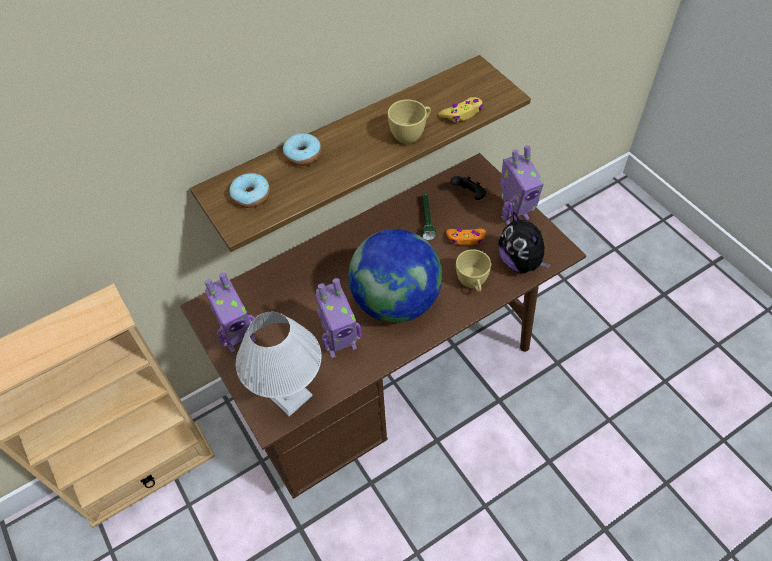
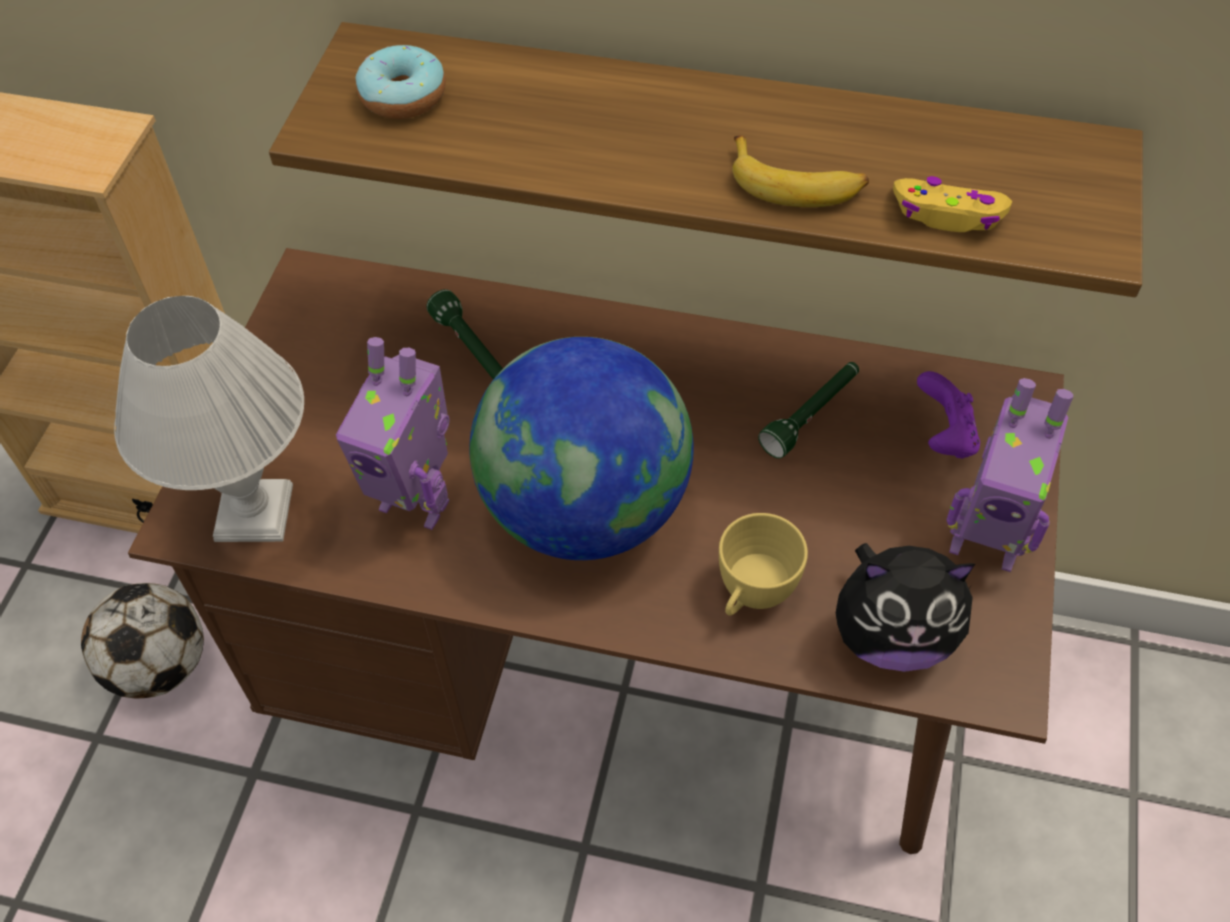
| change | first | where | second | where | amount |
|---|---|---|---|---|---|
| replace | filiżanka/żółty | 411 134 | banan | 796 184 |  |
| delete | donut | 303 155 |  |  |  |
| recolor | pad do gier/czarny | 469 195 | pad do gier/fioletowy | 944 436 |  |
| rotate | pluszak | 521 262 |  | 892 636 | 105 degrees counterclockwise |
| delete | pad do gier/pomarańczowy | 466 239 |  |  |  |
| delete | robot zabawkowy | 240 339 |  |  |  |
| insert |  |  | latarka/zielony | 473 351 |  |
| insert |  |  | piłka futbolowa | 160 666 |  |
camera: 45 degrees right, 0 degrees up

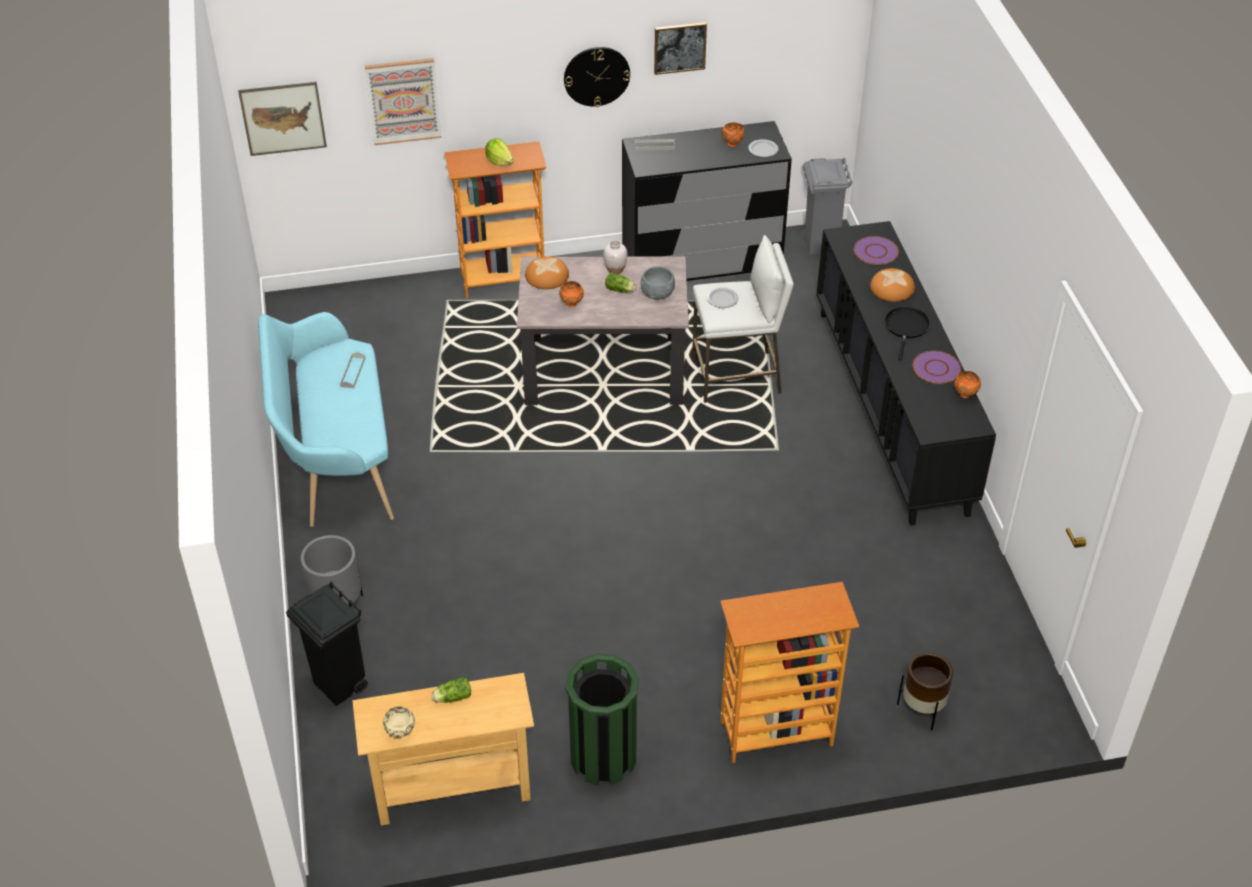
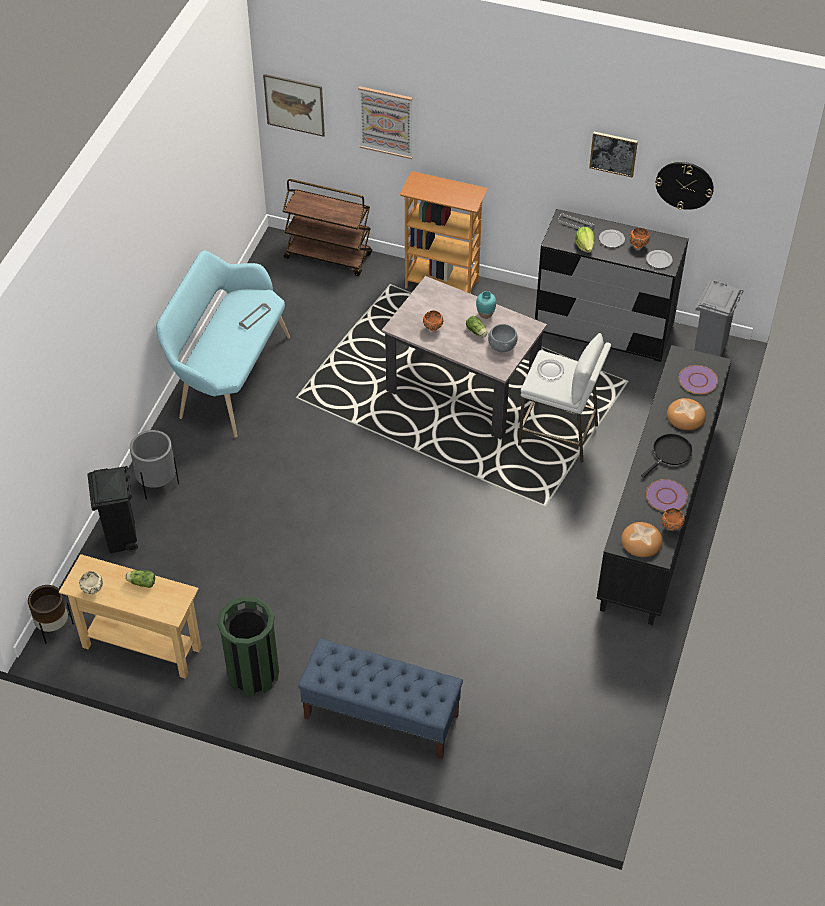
| change | first | where | second | where | amount |
|---|---|---|---|---|---|
| move | zegar ścienny | 596 76 |  | 684 185 |  |
| move | sałata | 499 161 |  | 585 246 |  |
| recolor | wazon/biały | 615 270 | wazon/turkusowy | 485 314 |  |
| move | chleb | 547 276 |  | 641 541 |  |
| replace | regał | 776 734 | ławka/niebieski | 380 716 |  |
| move | donica/brązowy | 922 710 |  | 53 628 |  |
| insert |  |  | wózek/brązowy | 329 256 |  |
| insert |  |  | talerz | 612 239 |  |
camera: 30 degrees right, 5 degrees up

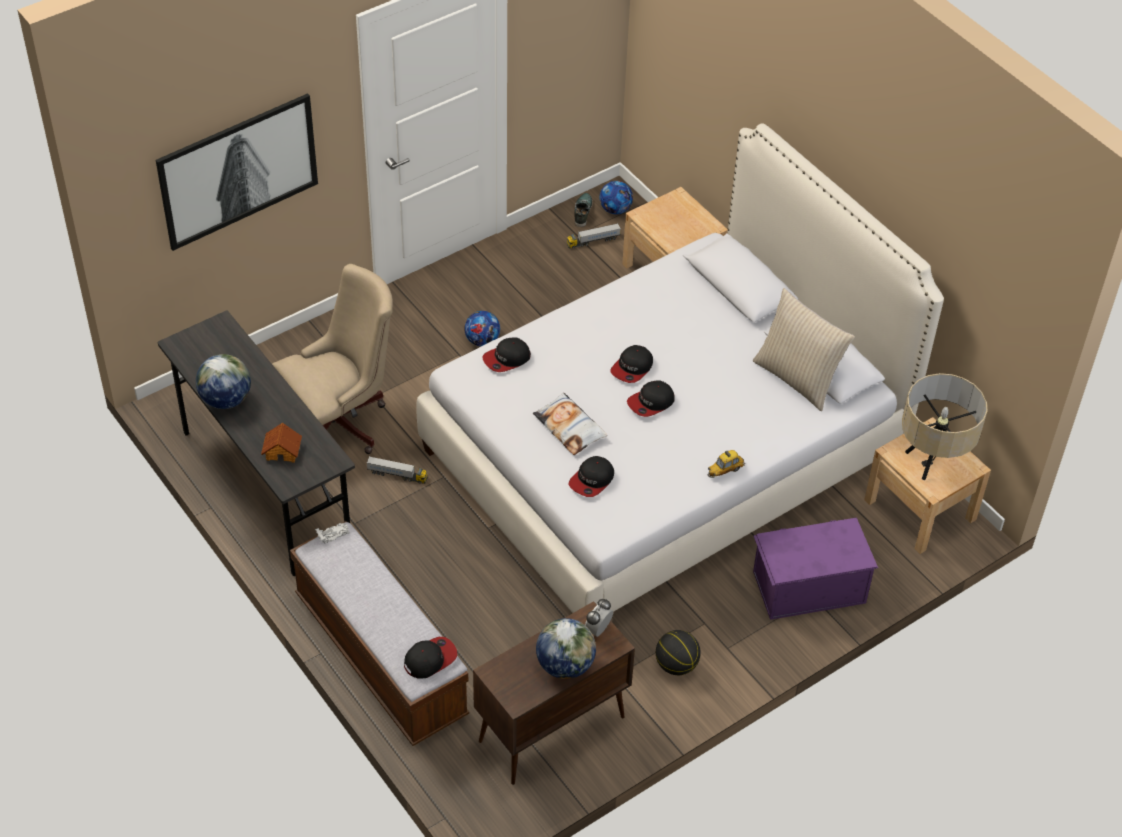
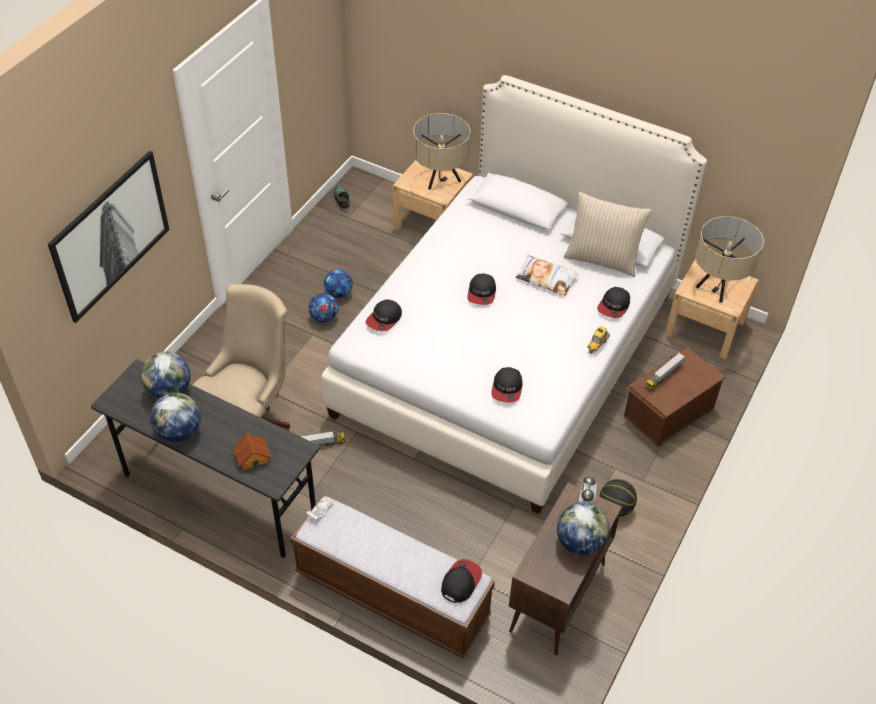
| change | first | where | second | where | amount |
|---|---|---|---|---|---|
| move | piłka futbolowa | 615 210 |  | 338 293 |  |
| move | ciężarówka zabawkowa | 593 241 |  | 663 376 |  |
| move | czapka z daszkiem | 651 402 |  | 614 306 |  |
| move | poduszka | 570 428 |  | 546 278 |  |
| recolor | pojemnik do przechowywania/fioletowy | 808 586 | pojemnik do przechowywania/brązowy | 667 411 |  |
| insert |  |  | lampa stołowa/beżowy | 440 181 |  |
| insert |  |  | globus | 169 391 |  |
camera: 25 degrees left, 0 degrees up

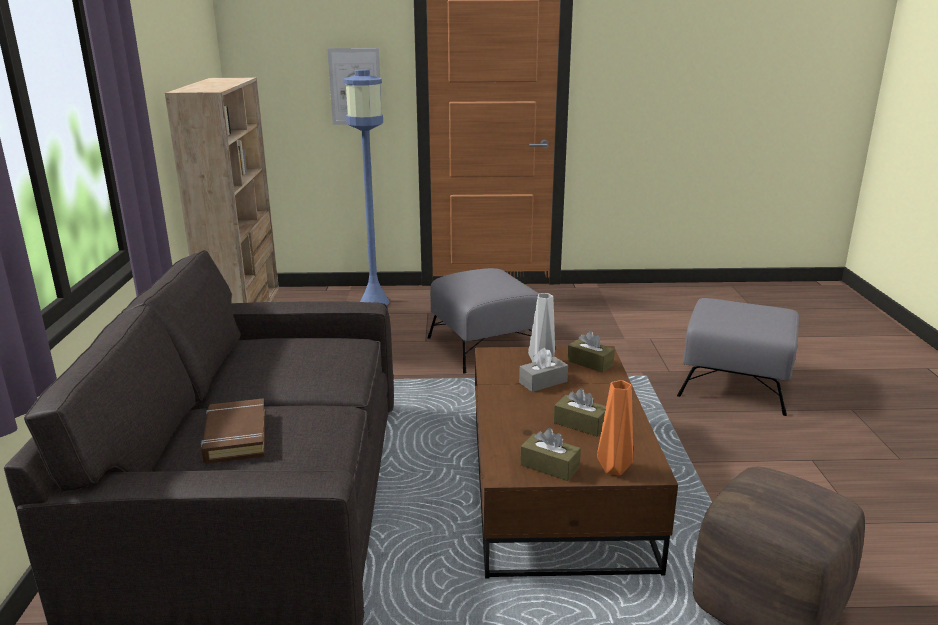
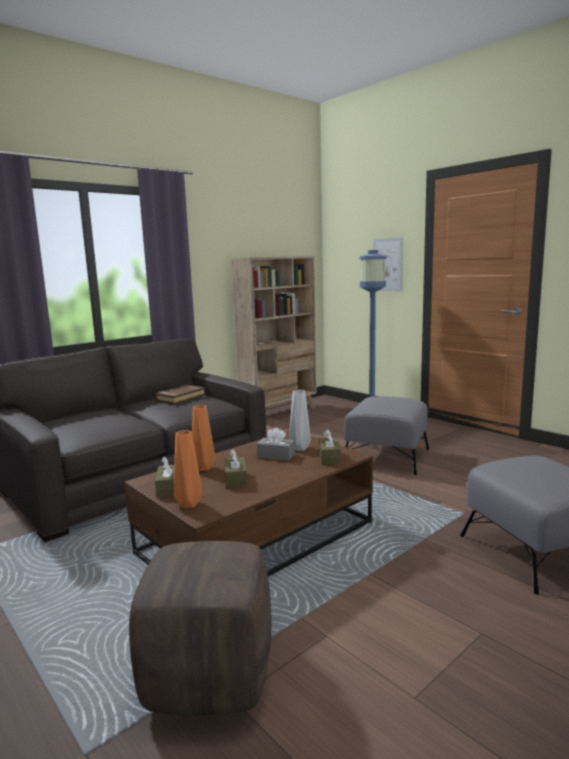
| change | first | where | second | where | amount |
|---|---|---|---|---|---|
| move | książka/brązowy | 235 437 |  | 180 398 |  |
| insert |  |  | wazon/pomarańczowy | 204 468 |  |
camera: 50 degrees right, 10 degrees down

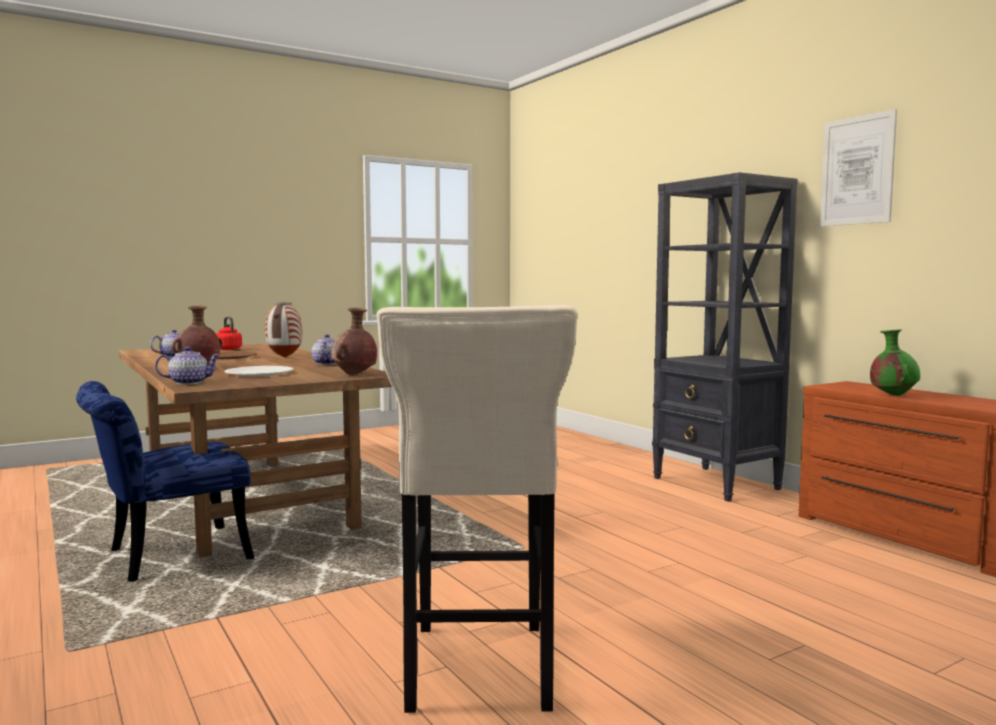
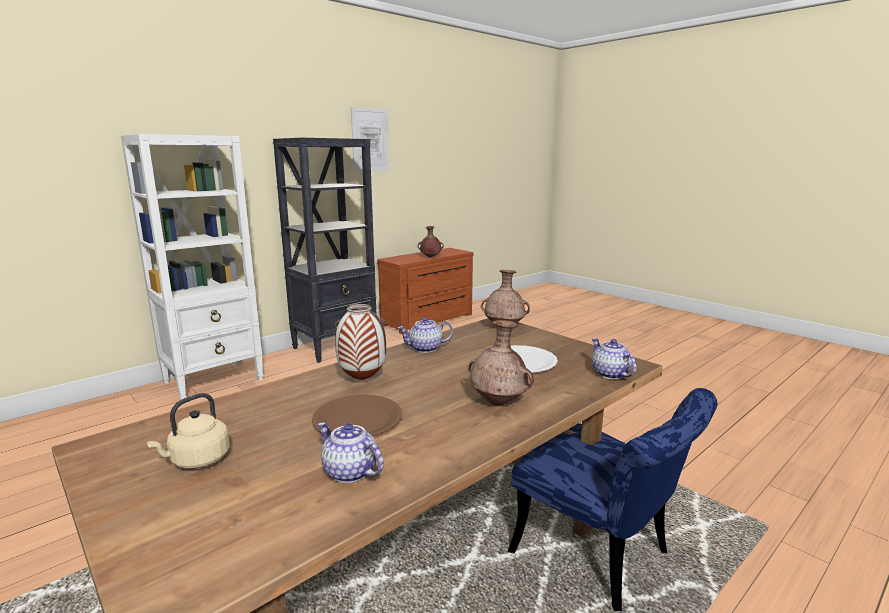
| change | first | where | second | where | amount |
|---|---|---|---|---|---|
| delete | stołek/beżowy | 478 672 |  |  |  |
| recolor | czajnik/czerwony | 227 349 | czajnik/beżowy | 197 460 |  |
| recolor | wazon/zielony | 892 395 | wazon/brązowy | 430 257 |  |
| insert |  |  | regał/biały | 214 381 |  |
camera: 100 degrees left, 10 degrees up

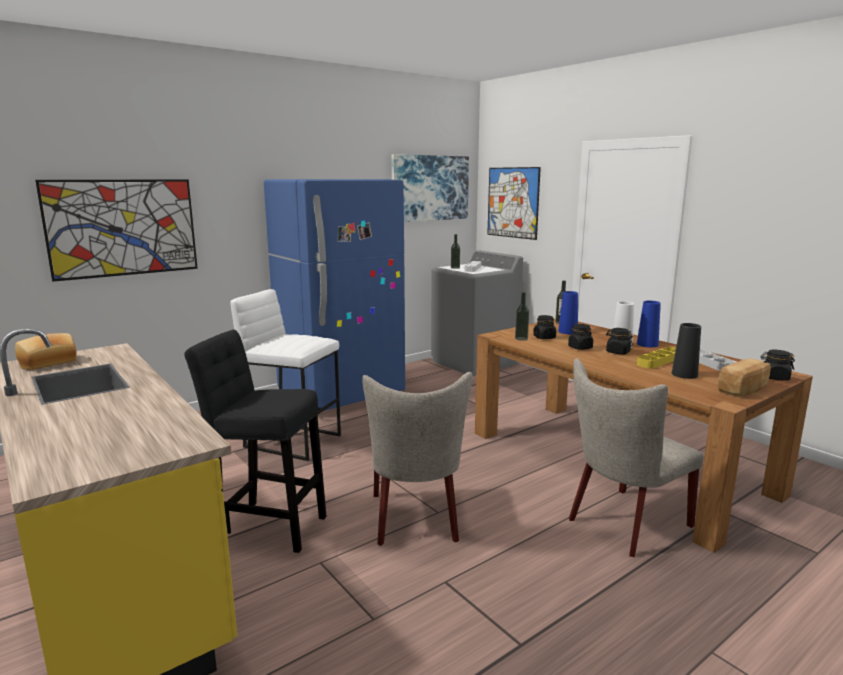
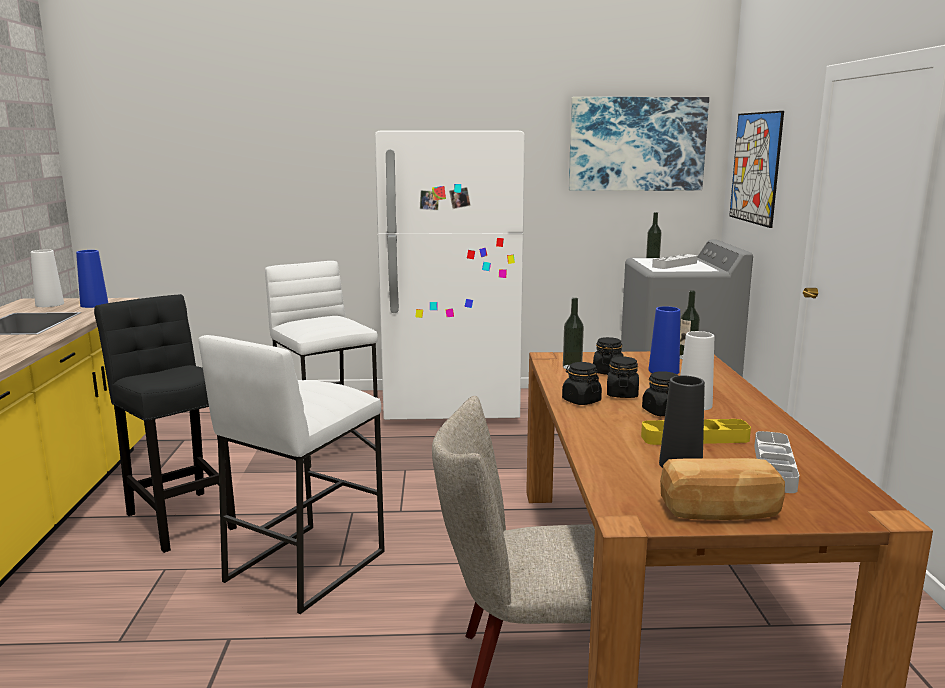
| change | first | where | second | where | amount |
|---|---|---|---|---|---|
| delete | obraz | 123 228 |  |  |  |
| recolor | lodówka/niebieski | 341 394 | lodówka/biały | 451 407 |  |
| move | wazon/niebieski | 647 344 |  | 94 305 |  |
| replace | chleb | 48 363 | wazon/biały | 49 304 |  |
| move | słoik/czarny | 774 377 |  | 581 401 |  |
| replace | krzesło/beżowy | 416 520 | stołek/biały | 305 565 |  |
camera: 35 degrees right, 0 degrees up

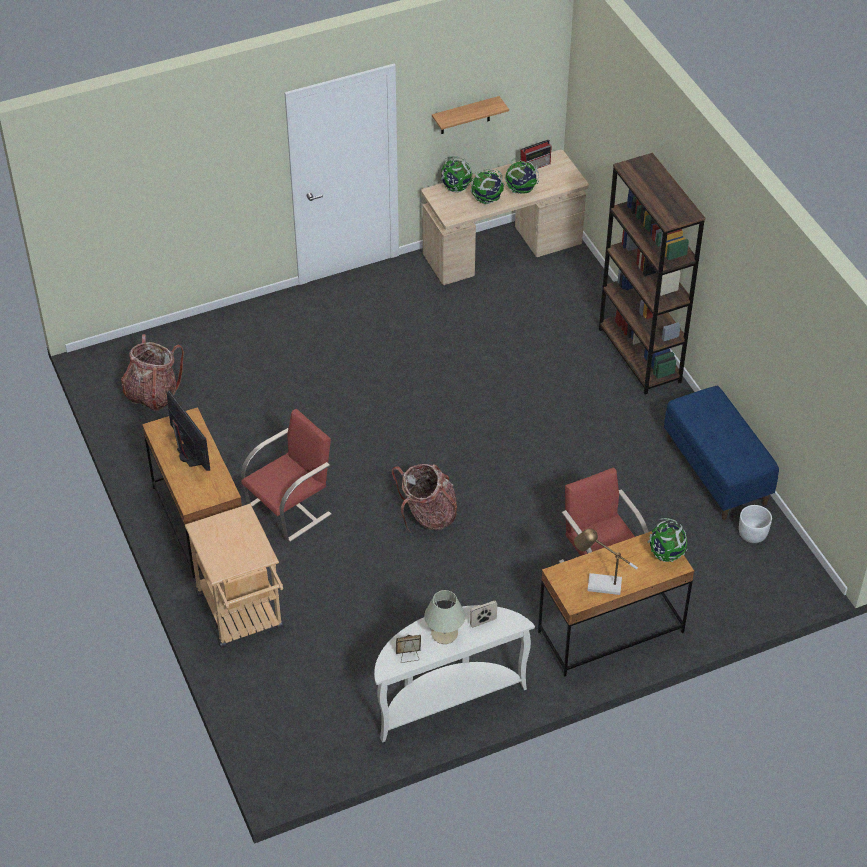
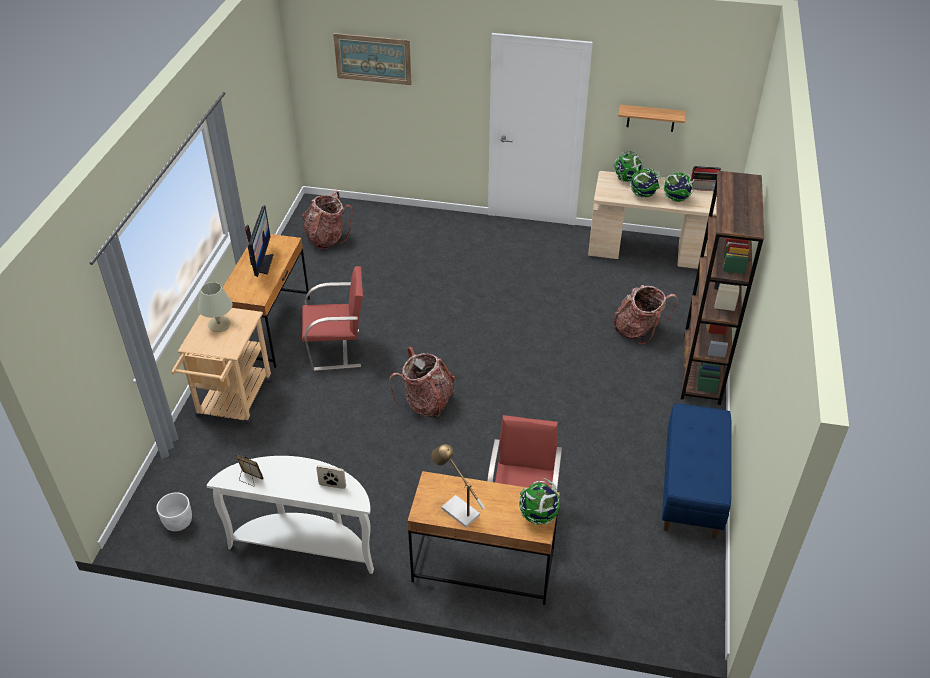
| change | first | where | second | where | amount |
|---|---|---|---|---|---|
| move | donica/biały | 752 534 |  | 178 521 |  |
| move | lampa stołowa/beżowy | 444 634 |  | 219 325 |  |
| insert |  |  | obraz | 373 58 |  |
| insert |  |  | plecak | 638 330 |  |
camera: 35 degrees right, 5 degrees down

